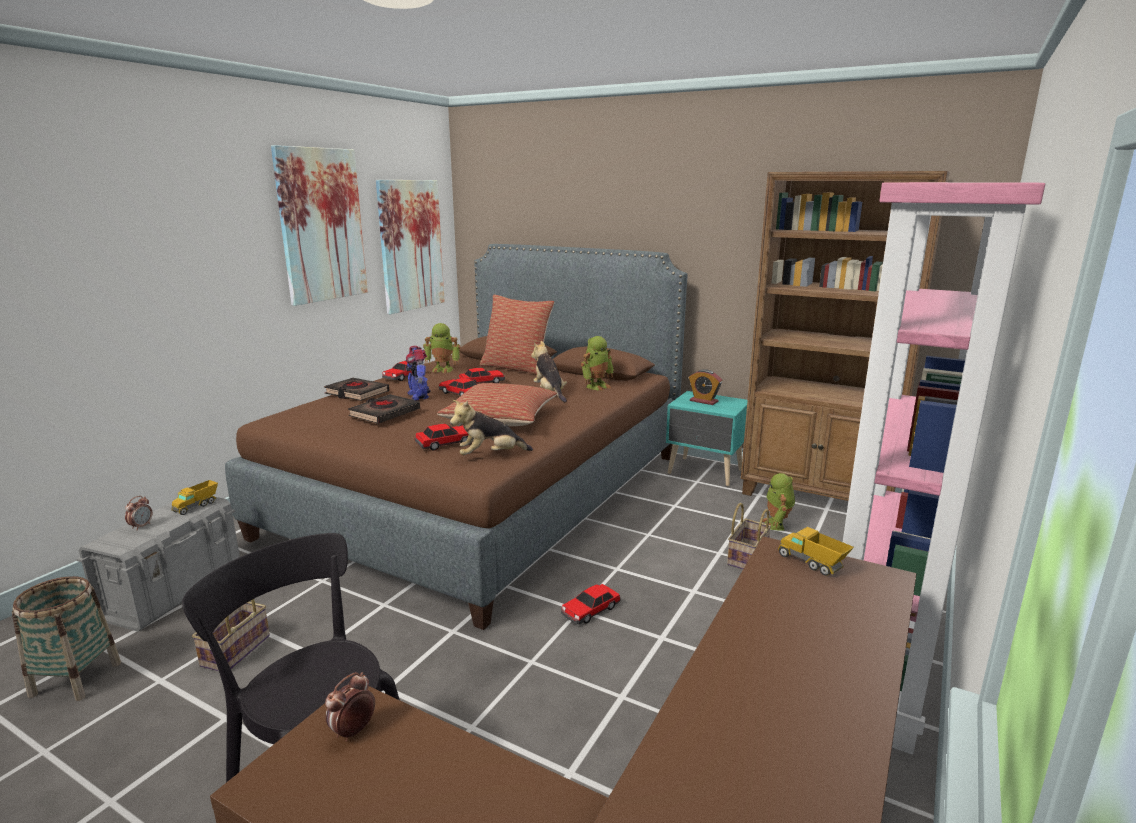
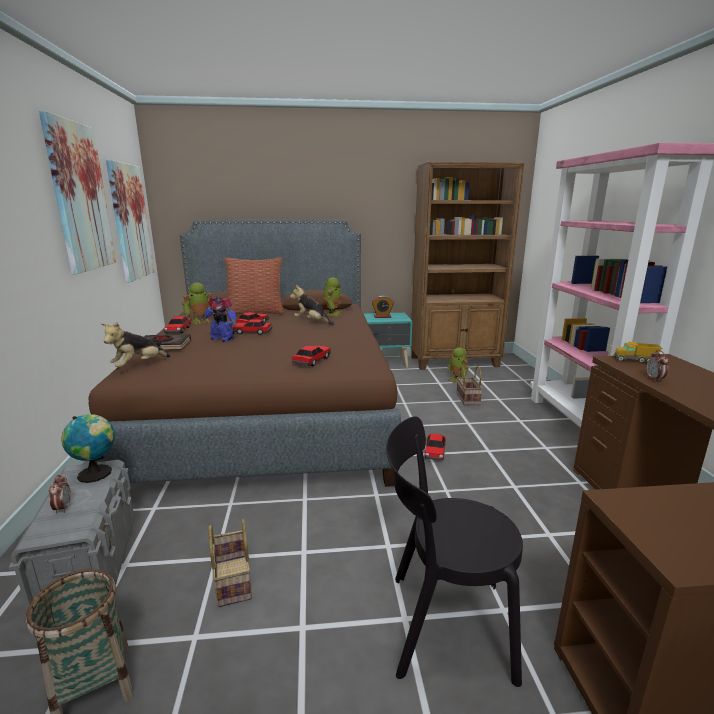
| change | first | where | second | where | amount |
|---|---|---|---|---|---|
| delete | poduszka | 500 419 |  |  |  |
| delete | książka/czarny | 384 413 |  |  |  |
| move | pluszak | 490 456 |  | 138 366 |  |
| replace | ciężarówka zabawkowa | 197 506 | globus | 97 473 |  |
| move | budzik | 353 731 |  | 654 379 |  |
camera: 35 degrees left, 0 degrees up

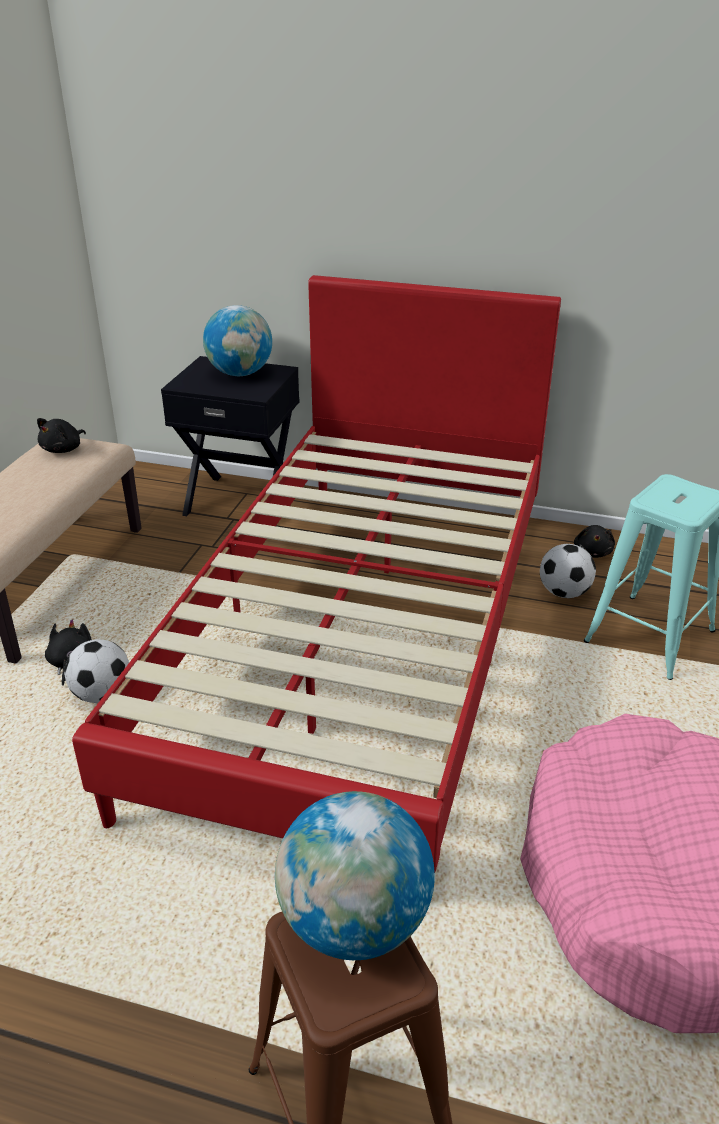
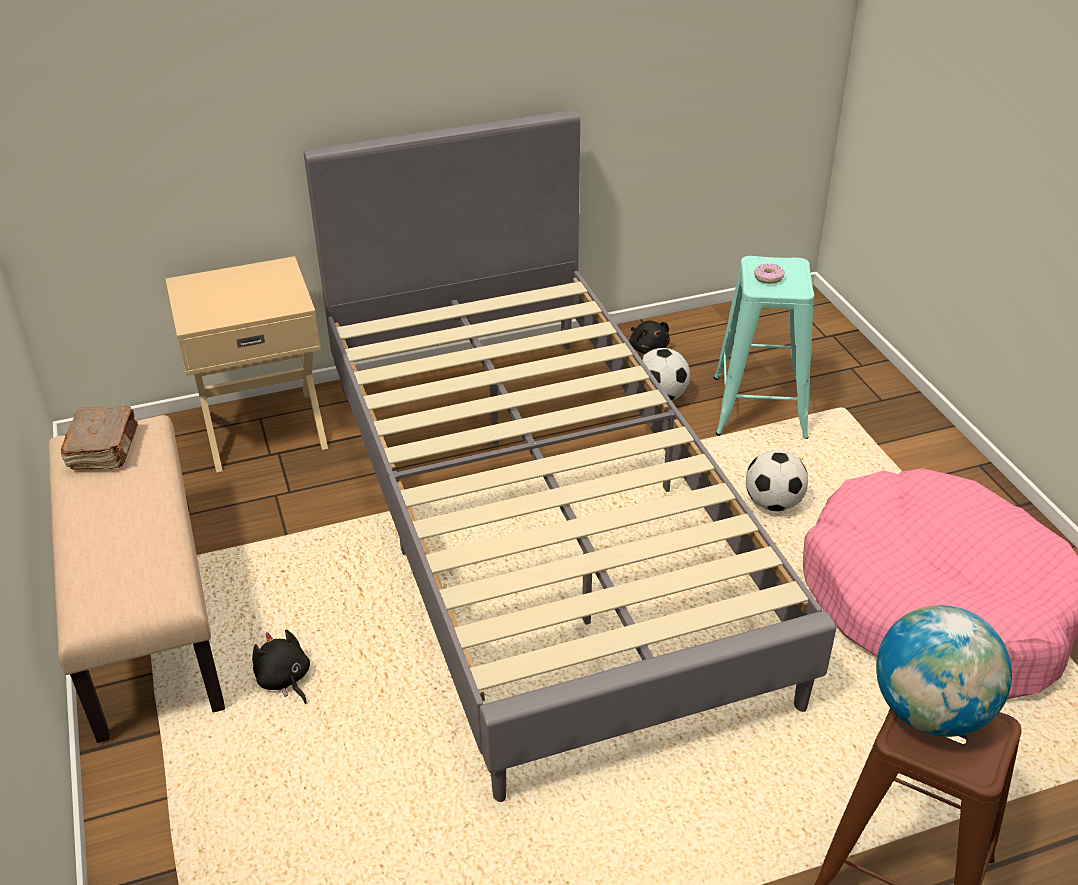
| change | first | where | second | where | amount |
|---|---|---|---|---|---|
| recolor | łóżko/czerwony | 360 643 | łóżko/szary | 539 523 |  |
| delete | globus | 240 373 |  |  |  |
| recolor | szafka nocna/czarny | 242 500 | szafka nocna/beżowy | 264 428 |  |
| replace | pluszak/czarny | 63 449 | książka/brązowy | 104 449 |  |
| move | piłka futbolowa | 102 694 |  | 772 503 |  |
| insert |  |  | donut | 768 278 |  |
camera: 35 degrees left, 5 degrees up

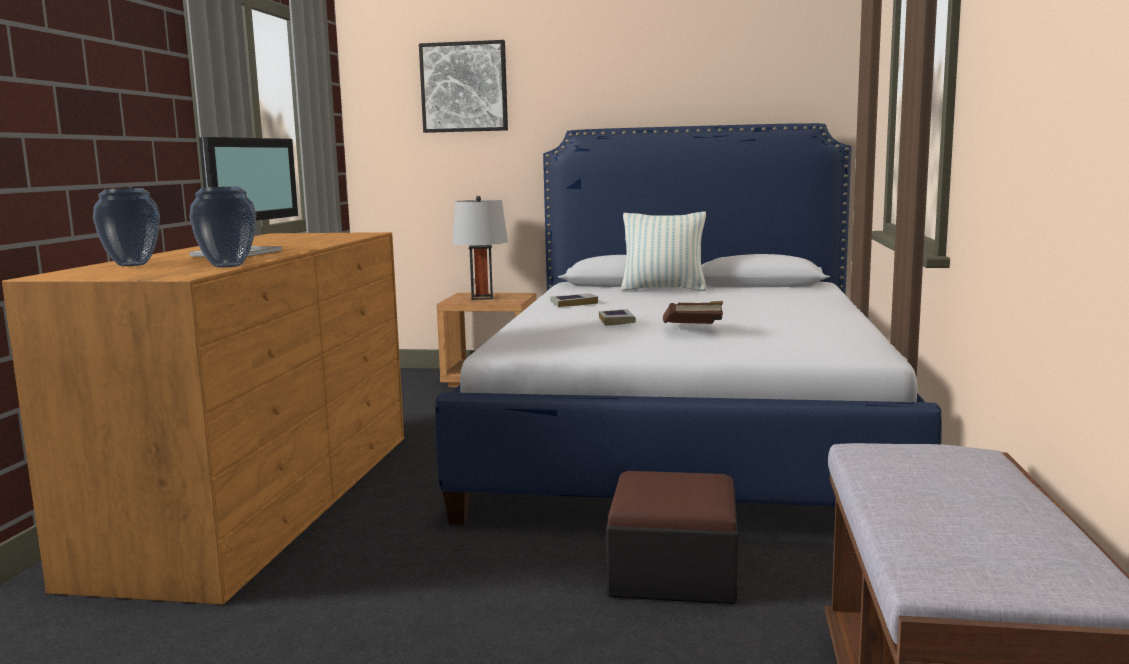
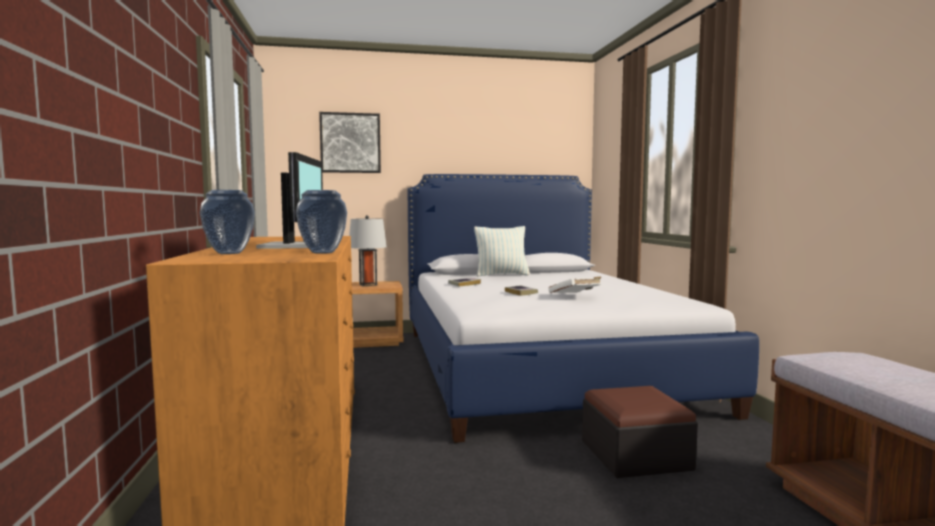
| change | first | where | second | where | amount |
|---|---|---|---|---|---|
| recolor | książka/brązowy | 693 330 | książka/biały | 575 296 |  |
camera: 20 degrees left, 5 degrees down

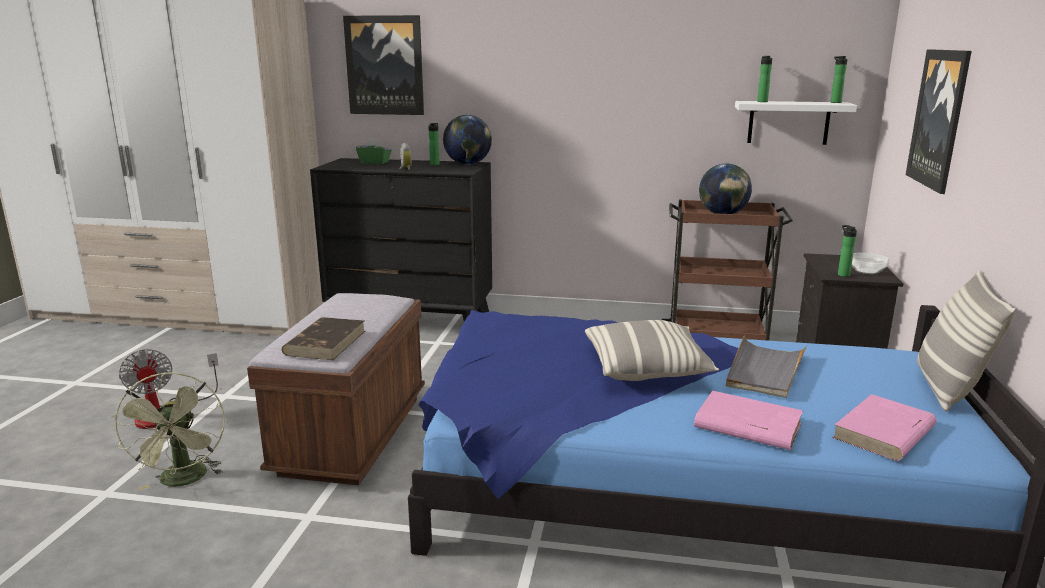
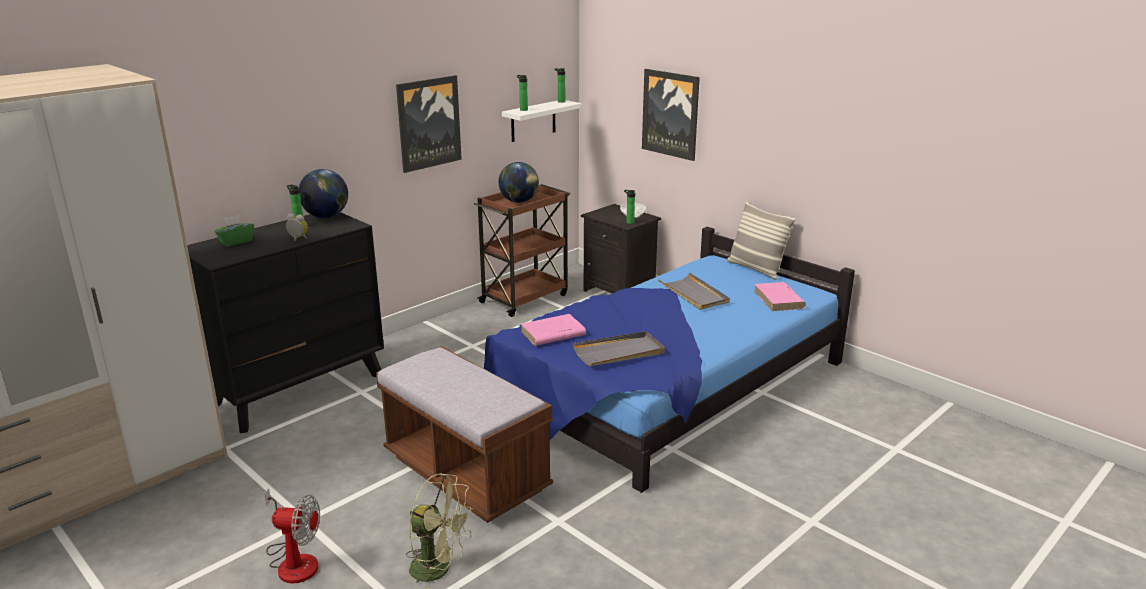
| change | first | where | second | where | amount |
|---|---|---|---|---|---|
| move | obraz | 385 65 |  | 428 123 |  |
| delete | książka/brązowy | 326 342 |  |  |  |
| delete | poduszka | 647 368 |  |  |  |
| move | książka/różowy | 746 426 |  | 552 334 |  |
| insert |  |  | taca/szary | 619 352 |  |
camera: 55 degrees left, 5 degrees up

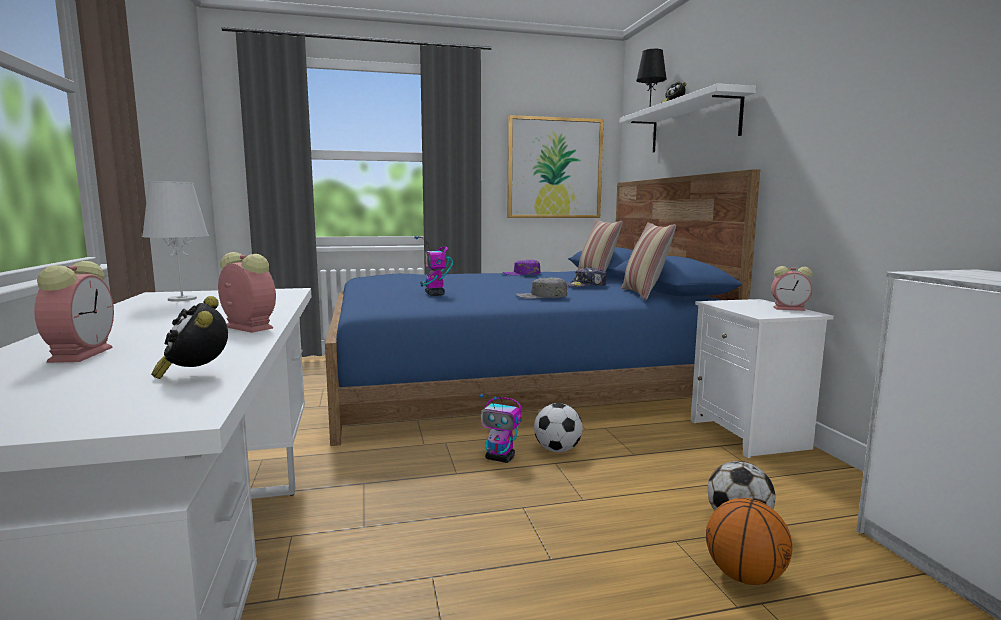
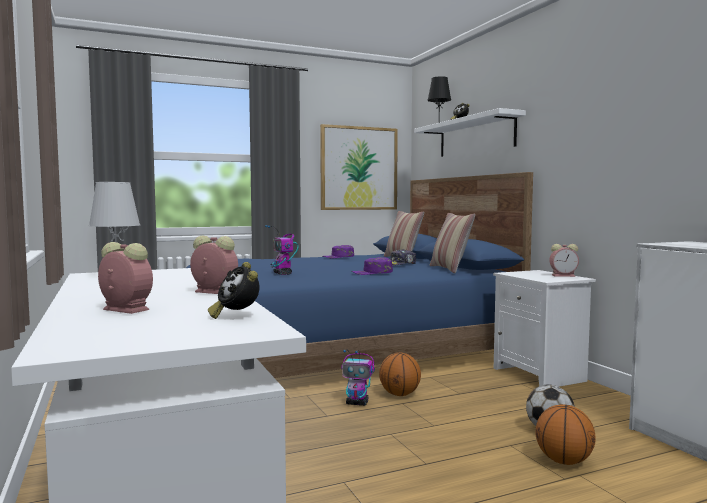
| change | first | where | second | where | amount |
|---|---|---|---|---|---|
| rotate | budzik | 82 354 |  | 124 309 | 45 degrees counterclockwise |
| recolor | czapka z daszkiem/szary | 541 296 | czapka z daszkiem/fioletowy | 372 273 |  |
| replace | piłka futbolowa | 557 450 | piłka do koszykówki | 400 394 |  |
camera: 10 degrees left, 5 degrees down

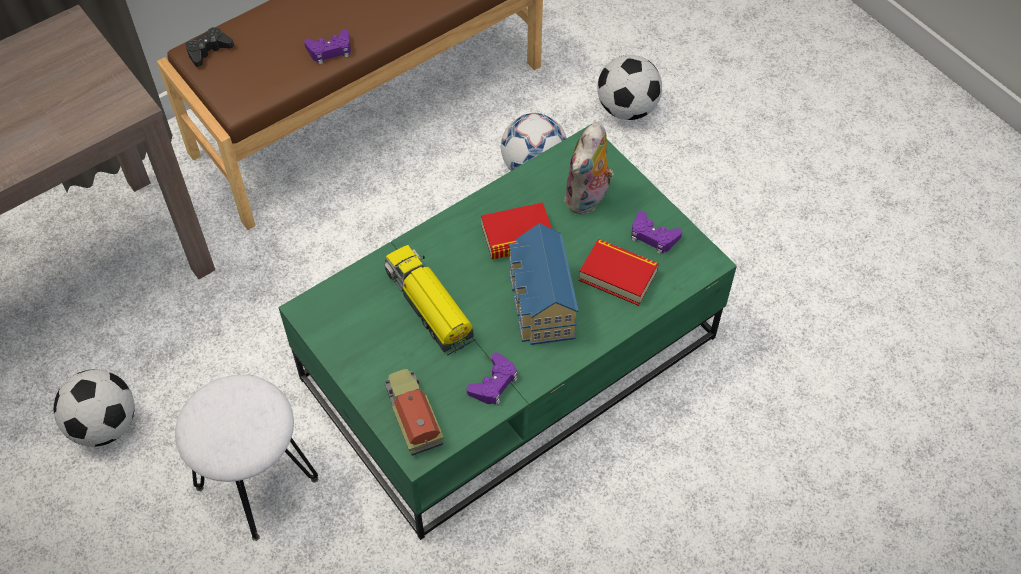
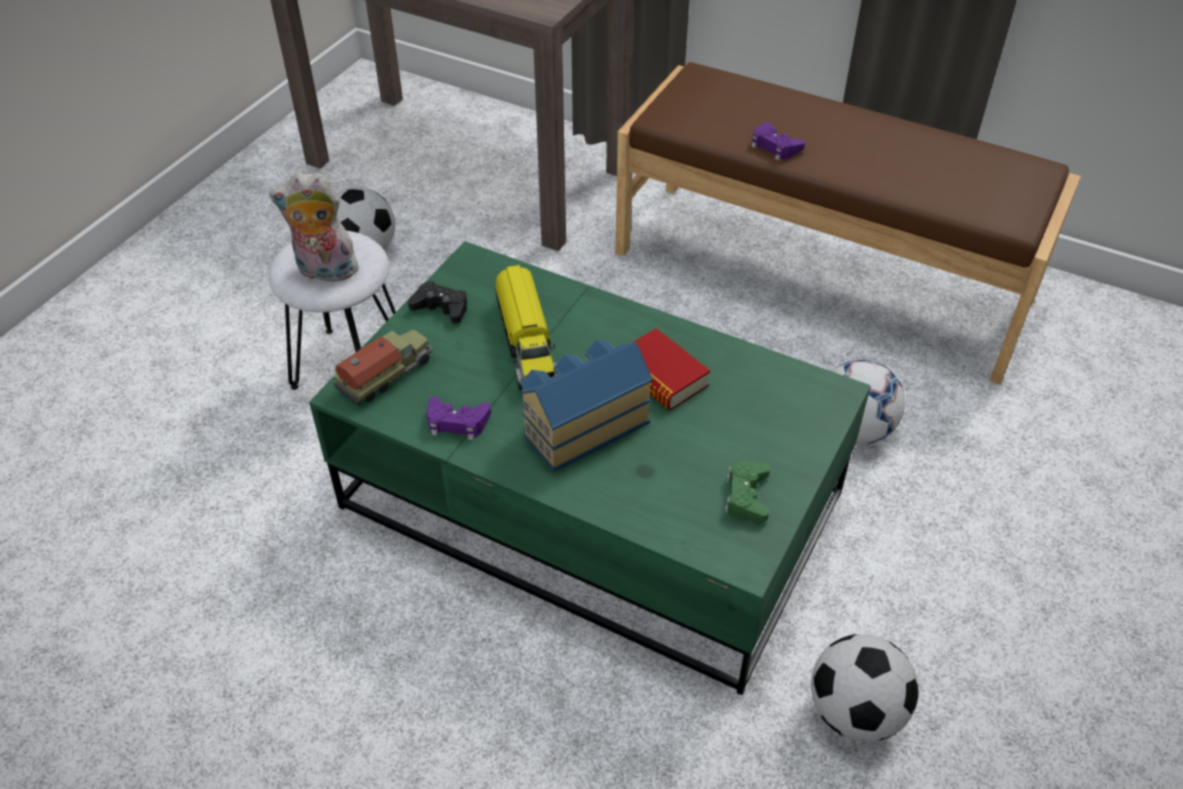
| change | first | where | second | where | amount |
|---|---|---|---|---|---|
| move | pad do gier/czarny | 209 51 |  | 441 308 |  |
| move | piłka futbolowa | 627 109 |  | 855 712 |  |
| move | pluszak | 588 199 |  | 324 272 |  |
| recolor | pad do gier/fioletowy | 653 236 | pad do gier/zielony | 746 496 |  |
| delete | książka | 618 276 |  |  |  |
| rotate | ciężarówka zabawkowa | 429 306 |  | 526 340 | 135 degrees clockwise |
camera: 65 degrees right, 10 degrees down

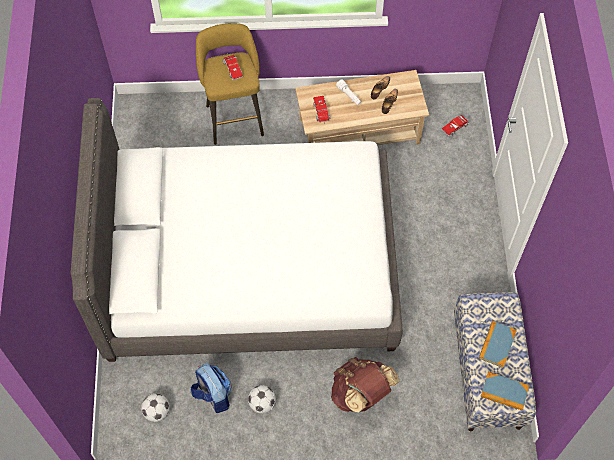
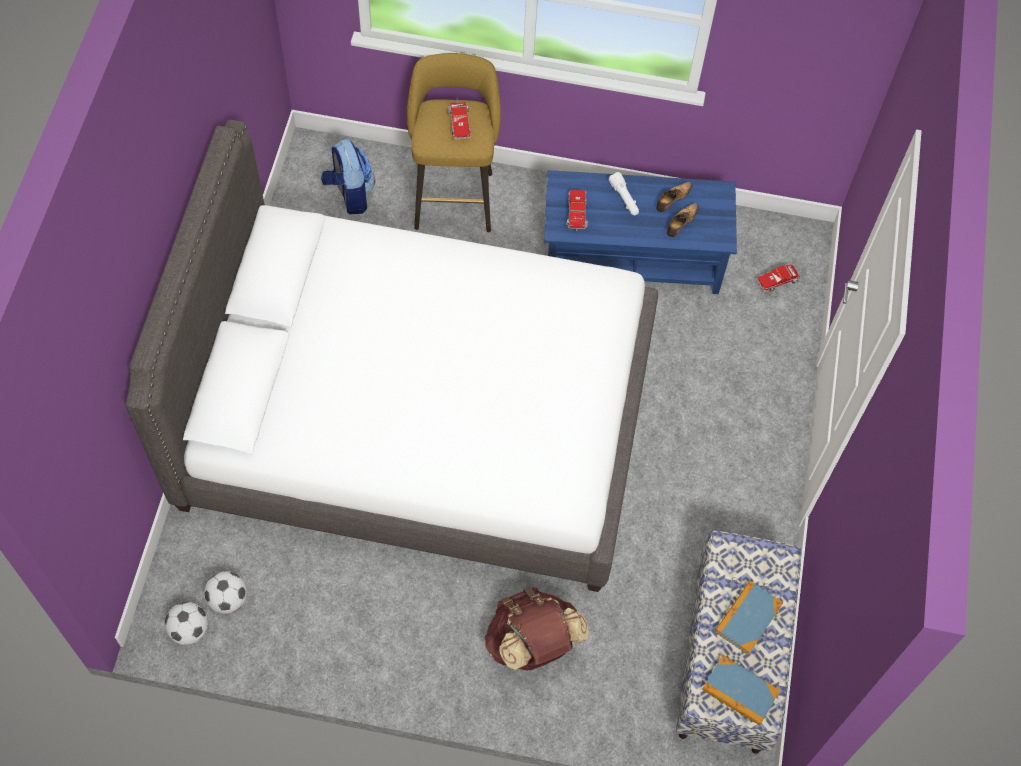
| change | first | where | second | where | amount |
|---|---|---|---|---|---|
| recolor | ława/beżowy | 359 131 | ława/niebieski | 632 256 |  |
| move | plecak | 213 395 |  | 350 194 |  |
| move | piłka futbolowa | 262 403 |  | 189 630 |  |
camera: 10 degrees right, 0 degrees up

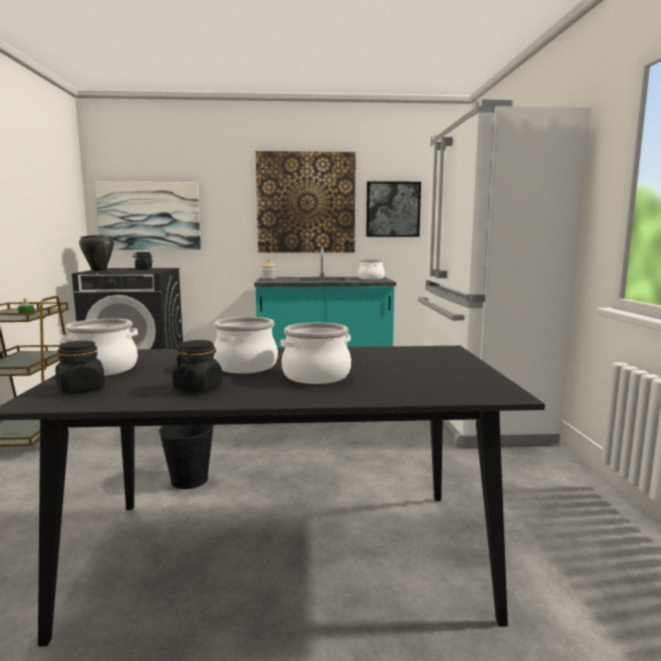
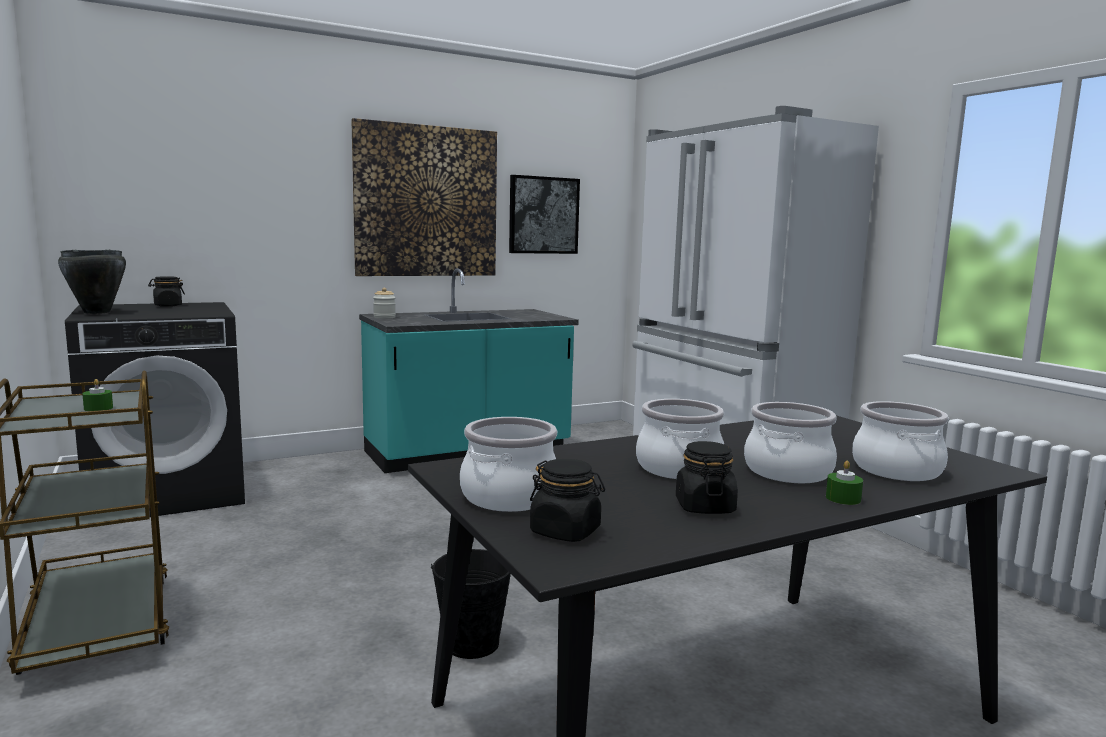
| change | first | where | second | where | amount |
|---|---|---|---|---|---|
| delete | obraz | 149 216 |  |  |  |
| move | garnek | 370 278 |  | 895 470 |  |
| insert |  |  | świeca/zielony | 843 498 |  |
camera: 25 degrees left, 0 degrees up

